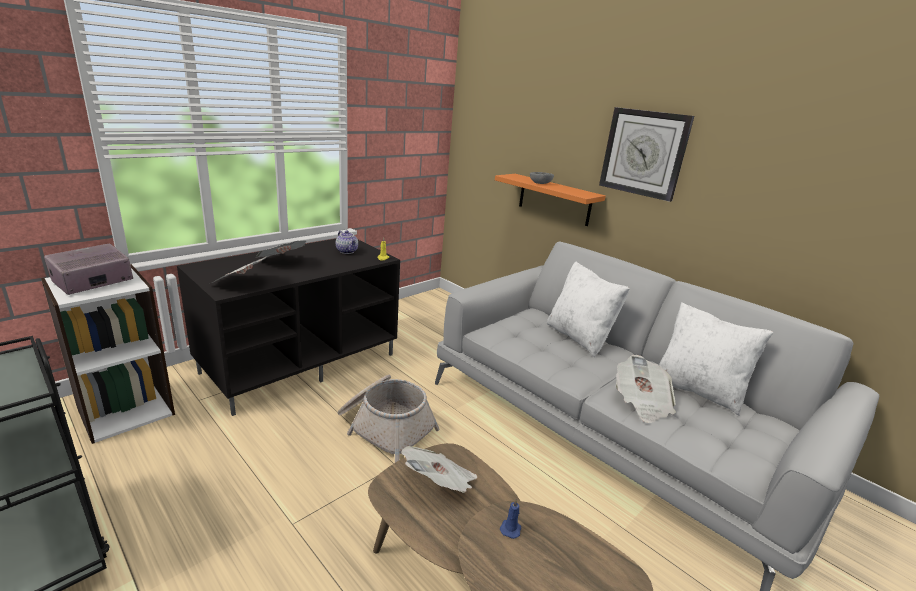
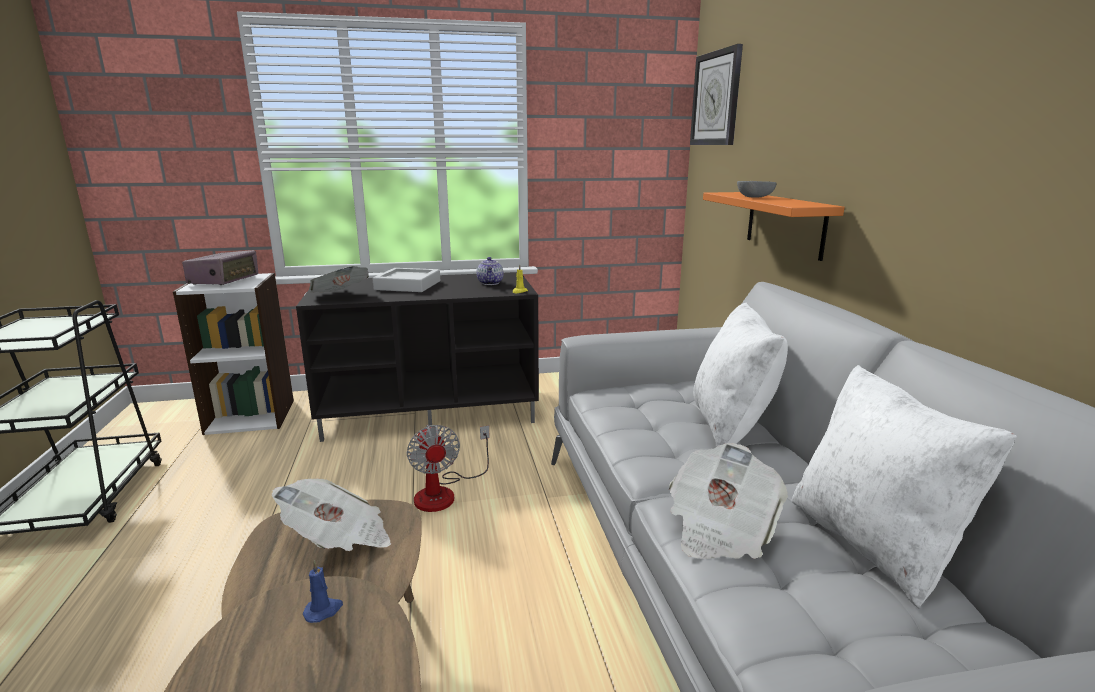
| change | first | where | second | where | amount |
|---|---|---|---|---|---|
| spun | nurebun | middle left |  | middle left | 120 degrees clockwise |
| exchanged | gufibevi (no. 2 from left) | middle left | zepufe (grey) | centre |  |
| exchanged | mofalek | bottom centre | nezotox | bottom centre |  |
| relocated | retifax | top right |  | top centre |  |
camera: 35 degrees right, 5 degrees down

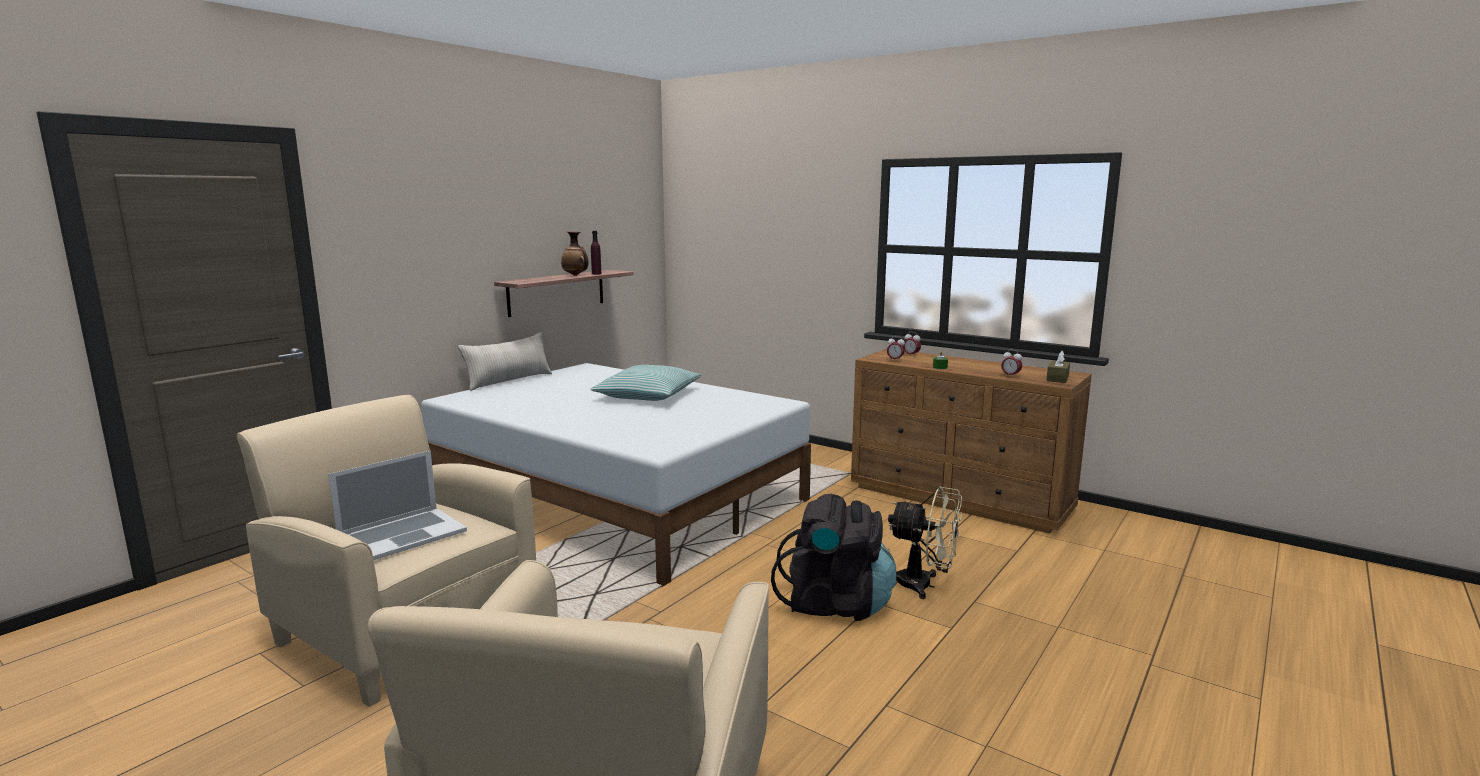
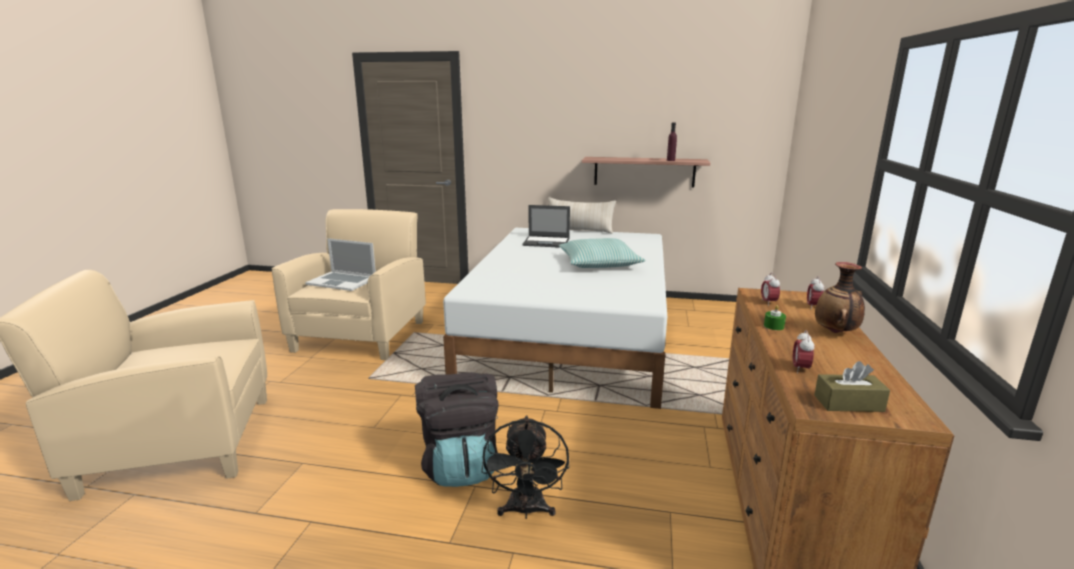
| change | first | where | second | where | amount |
|---|---|---|---|---|---|
| relocated | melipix | top centre |  | middle right |  |
| colour | nezotox (beige) | bottom centre | nezotox (black) | bottom centre |  |
| appeared |  |  | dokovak (no. 2 from left) | centre |  |
camera: 65 degrees right, 5 degrees up

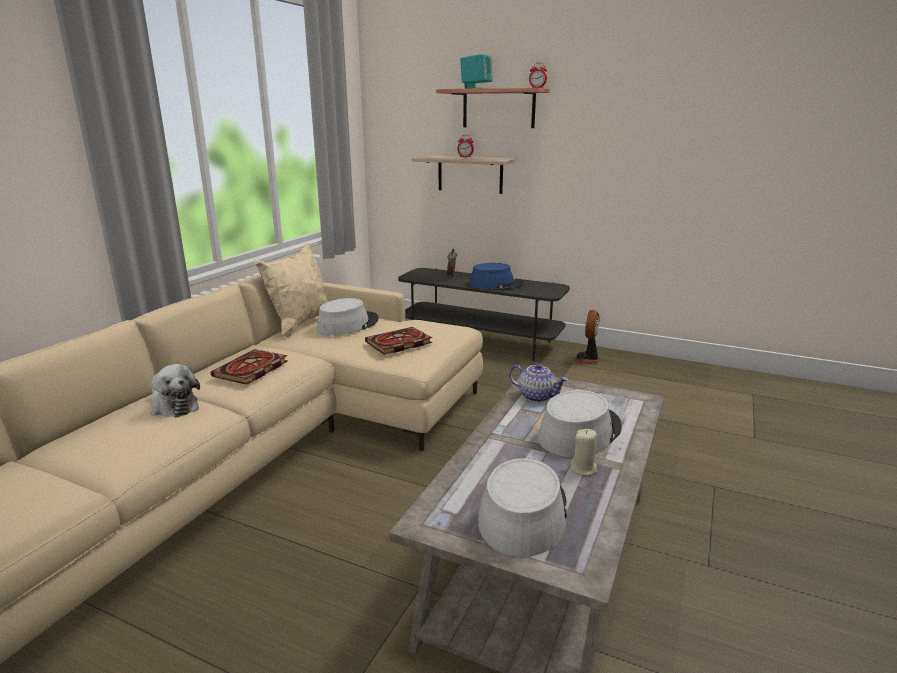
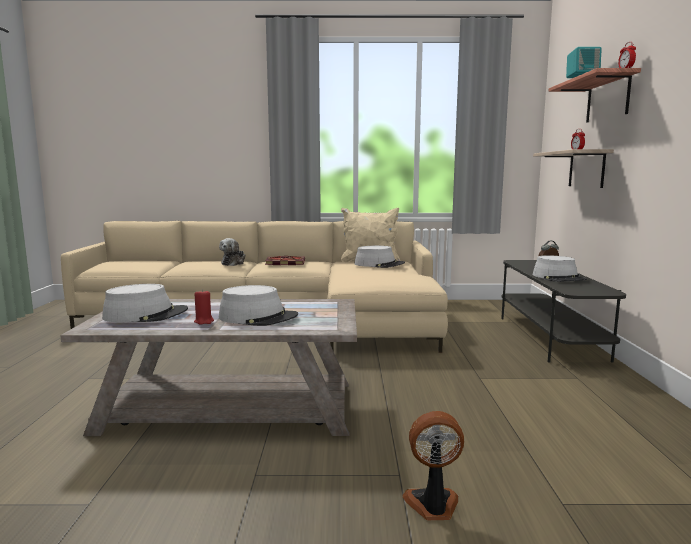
| change | first | where | second | where | amount |
|---|---|---|---|---|---|
| missing | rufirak (no. 2 from left) | centre |  |  |  |
| colour | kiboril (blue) | centre | kiboril (grey) (no. 4 from left) | middle right |  |
| missing | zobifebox | centre |  |  |  |
| colour | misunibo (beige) | bottom centre | misunibo (red) | middle left |  |
| relocated | nezotox | centre |  | bottom centre |  |
camera: 65 degrees right, 10 degrees down

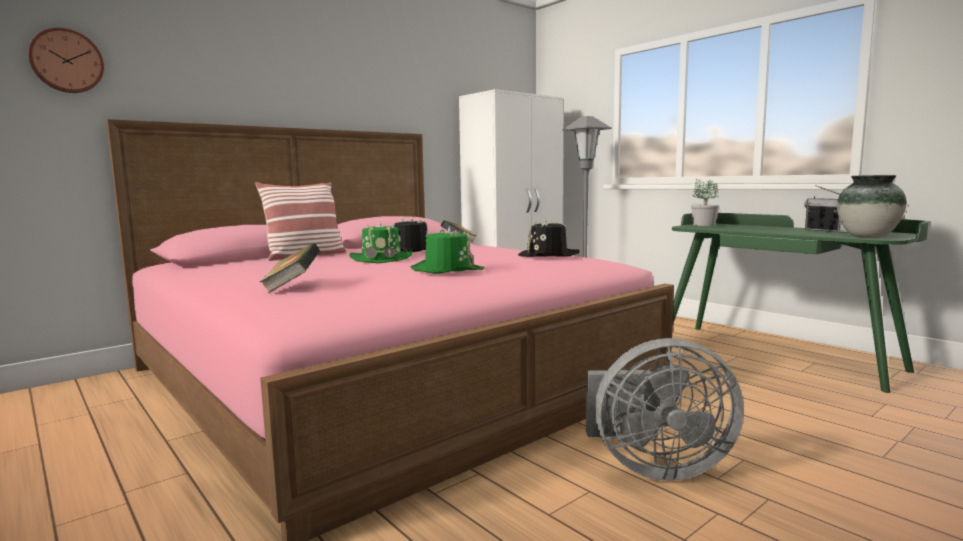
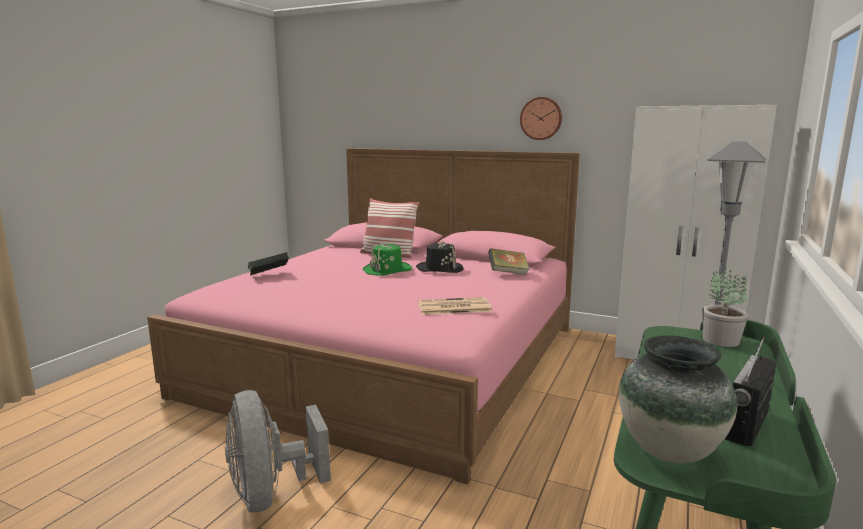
| change | first | where | second | where | amount |
|---|---|---|---|---|---|
| relocated | retifax | top left |  | top centre |  |
| missing | kiboril (green) (no. 2 from left) | centre |  |  |  |
| exchanged | kiboril (black) (no. 2 from left) | centre | gufibevi | centre |  |
camera: 65 degrees right, 5 degrees up

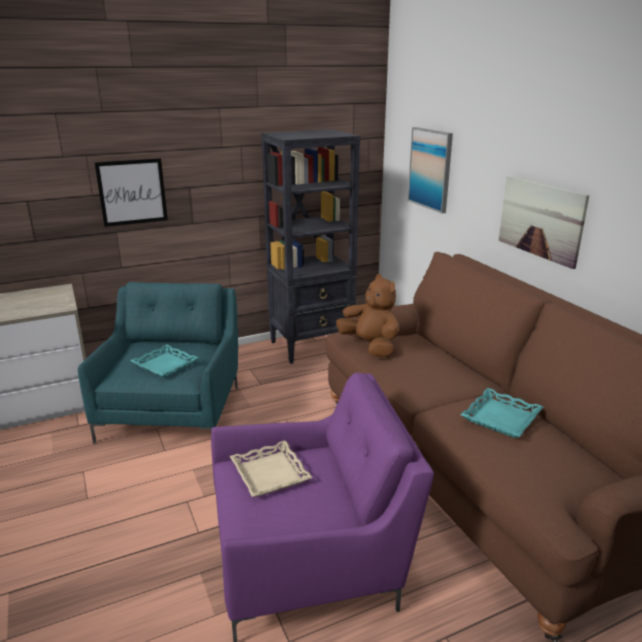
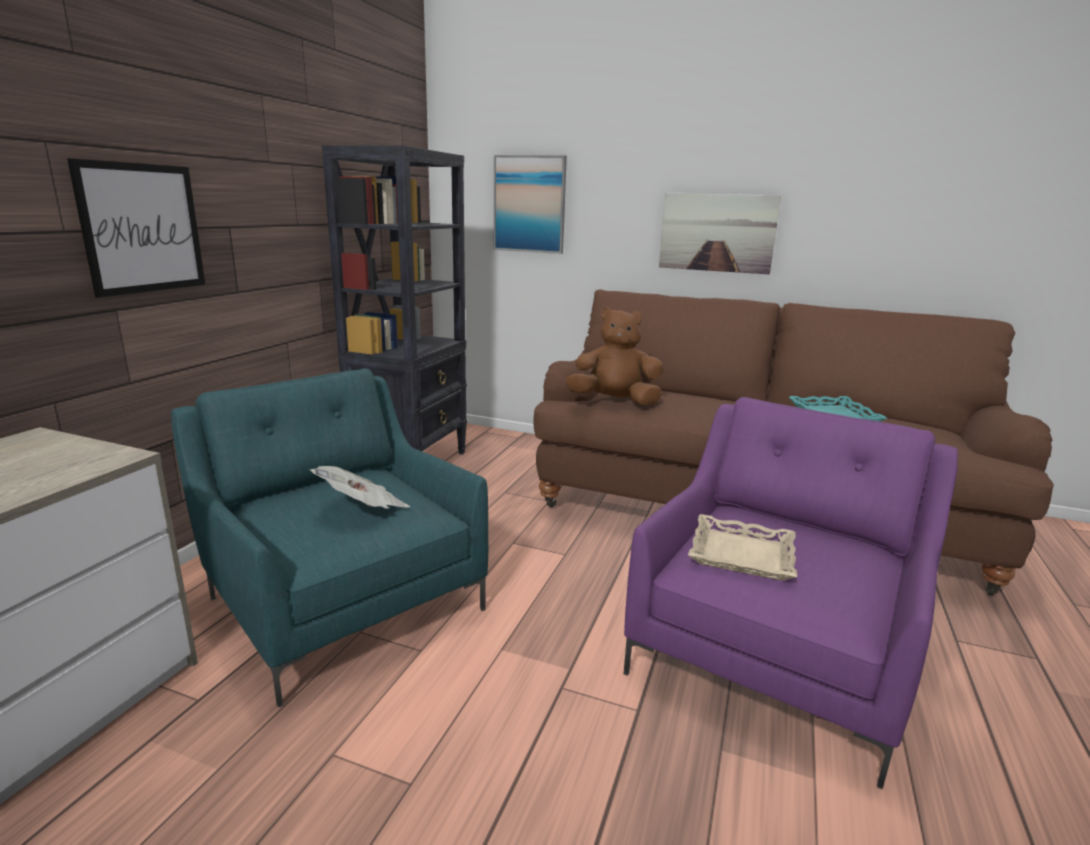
| change | first | where | second | where | amount |
|---|---|---|---|---|---|
| exchanged | zepufe (turquoise) (no. 1 from left) | middle left | gufibevi | middle left |  |
camera: 45 degrees left, 5 degrees down

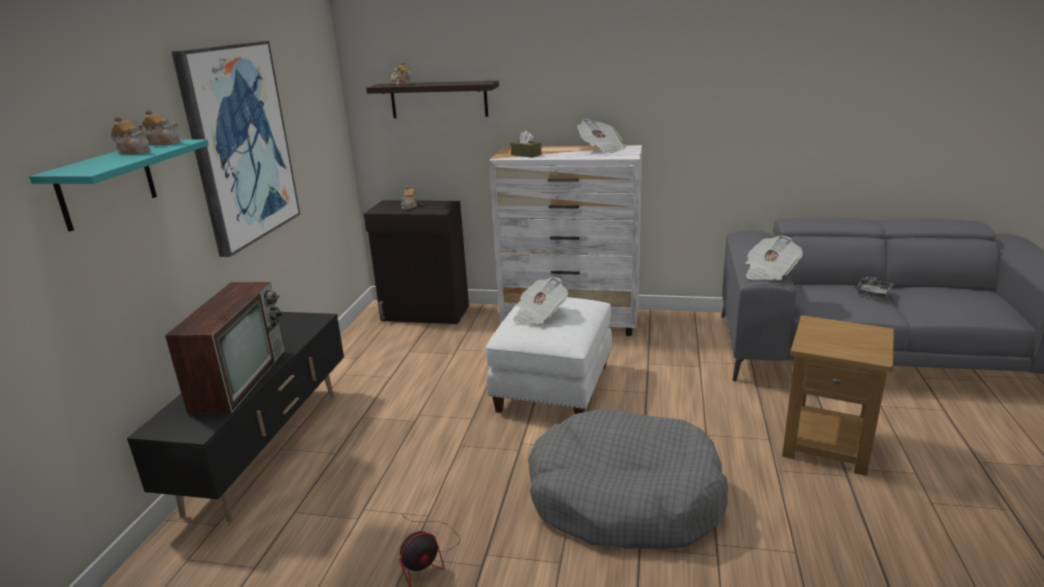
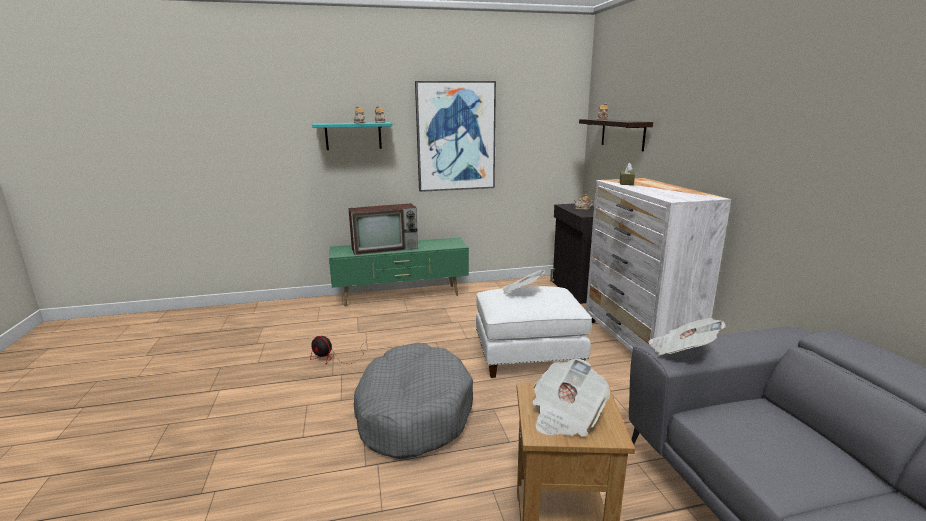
| change | first | where | second | where | amount |
|---|---|---|---|---|---|
| colour | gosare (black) | bottom left | gosare (green) | centre |  |
| relocated | gufibevi (no. 2 from left) | top centre |  | bottom centre |  |
| missing | zepufe (grey) | middle right |  |  |  |
camera: 65 degrees right, 5 degrees down

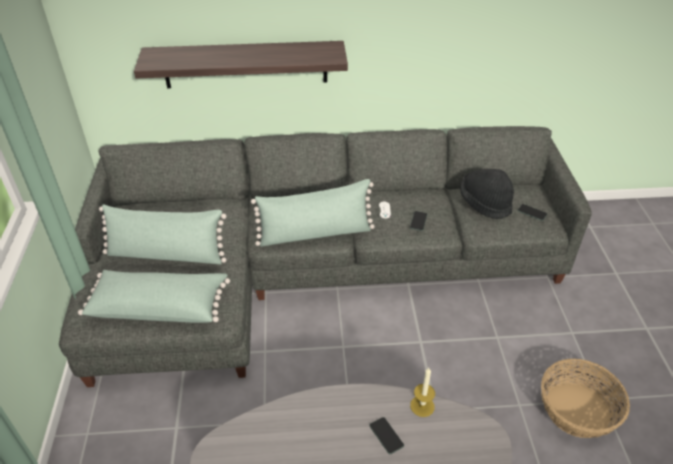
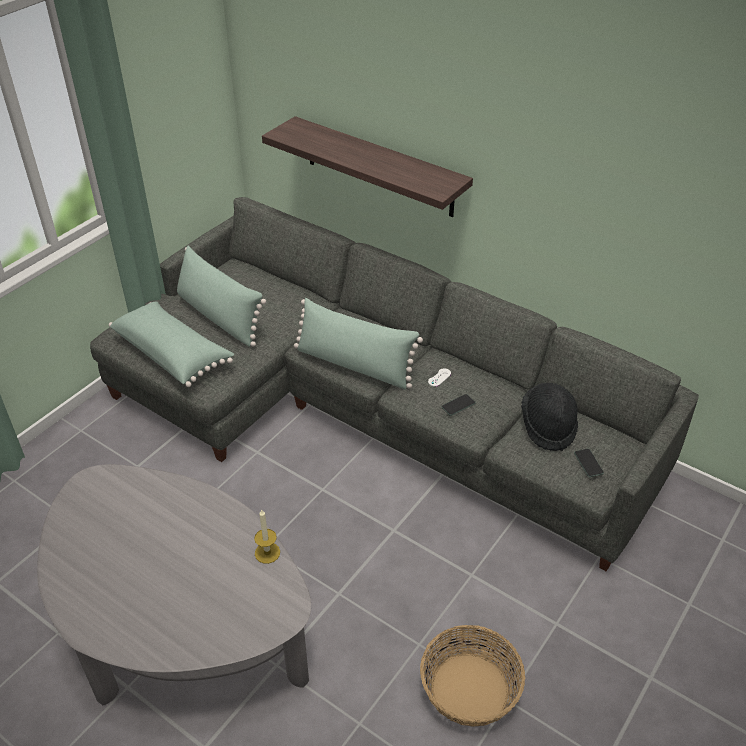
| change | first | where | second | where | amount |
|---|---|---|---|---|---|
| missing | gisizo (no. 1 from left) | bottom centre |  |  |  |
camera: 40 degrees right, 0 degrees up

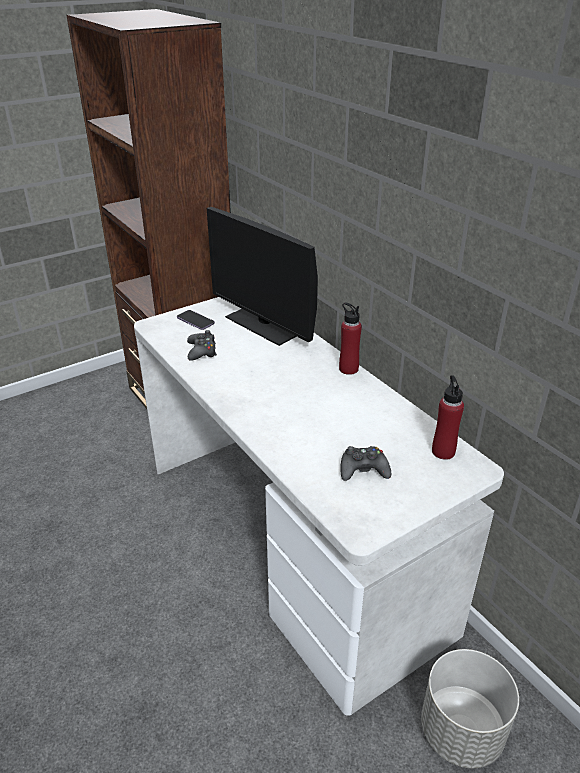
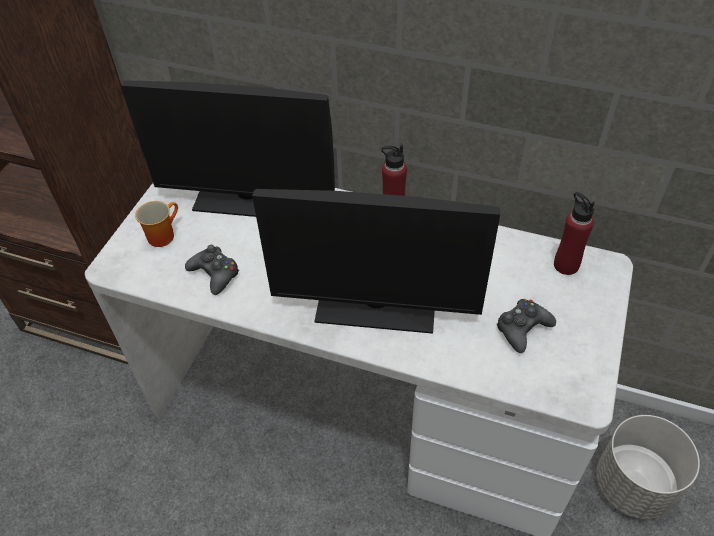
| change | first | where | second | where | amount |
|---|---|---|---|---|---|
| exchanged | gisizo | centre | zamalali | middle left |  |
| appeared |  |  | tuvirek (no. 2 from left) | centre |  |
camera: 35 degrees left, 15 degrees up

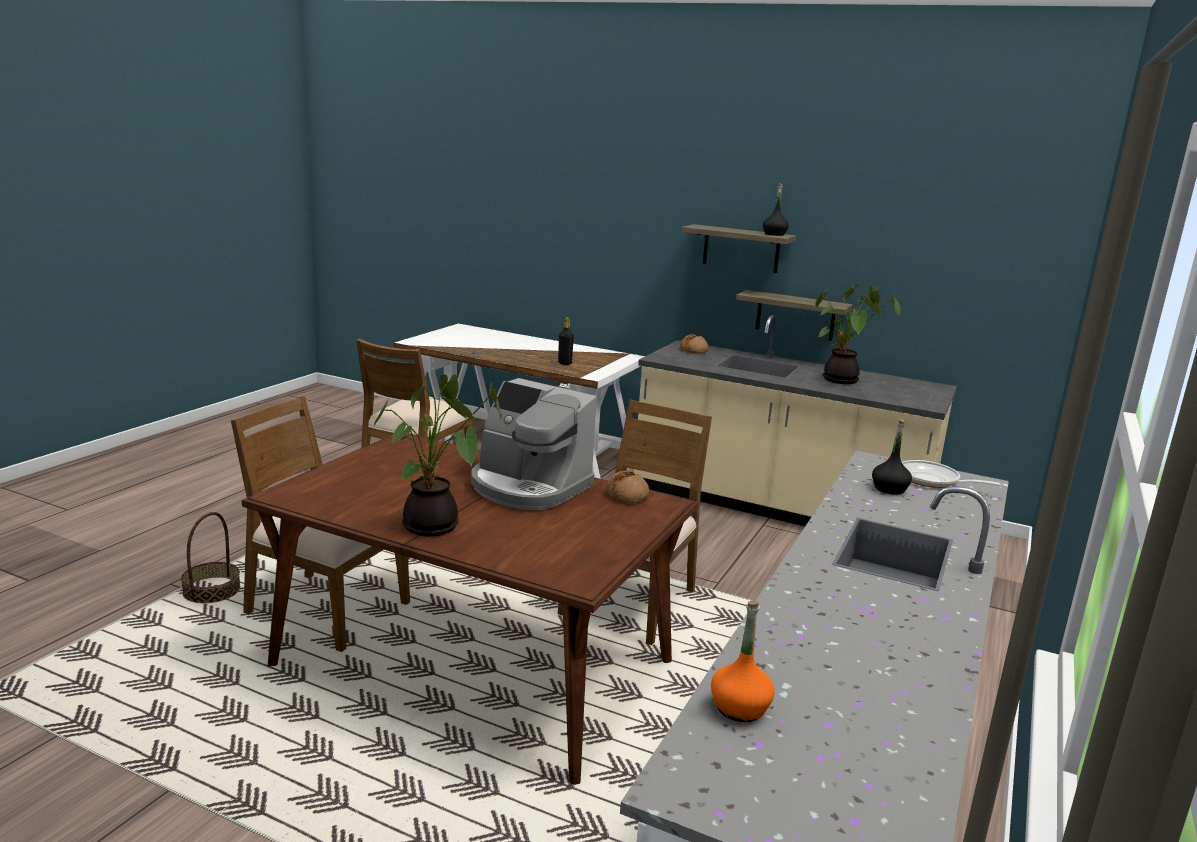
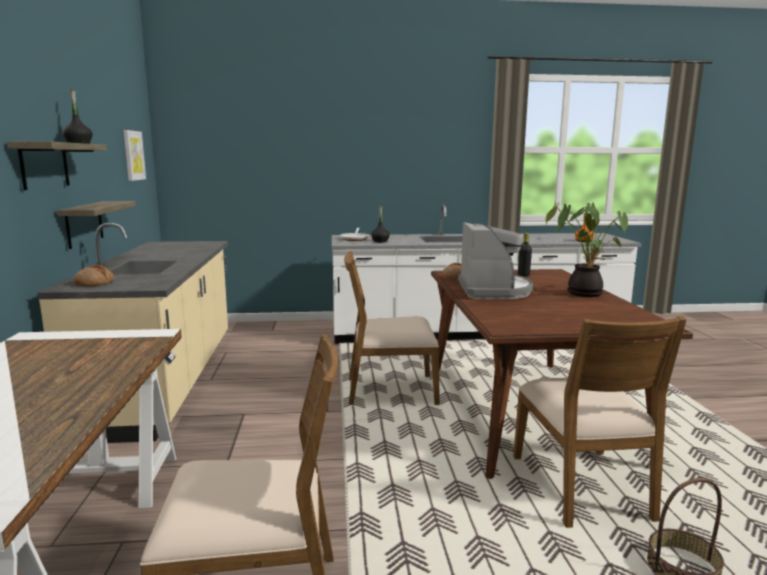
| change | first | where | second | where | amount |
|---|---|---|---|---|---|
| relocated | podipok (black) (no. 1 from left in the first image) | centre | podipok (black) (no. 3 from left) | middle right |  |
| missing | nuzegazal (no. 2 from left) | middle right |  |  |  |
| appeared |  |  | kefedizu | top left |  |
camera: 120 degrees left, 5 degrees down

